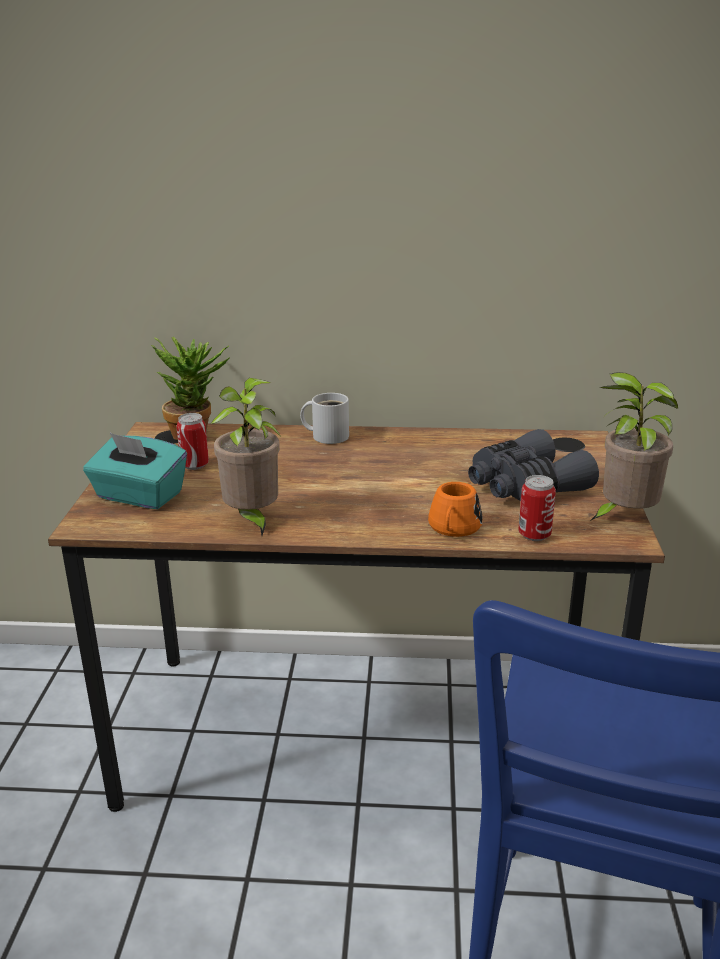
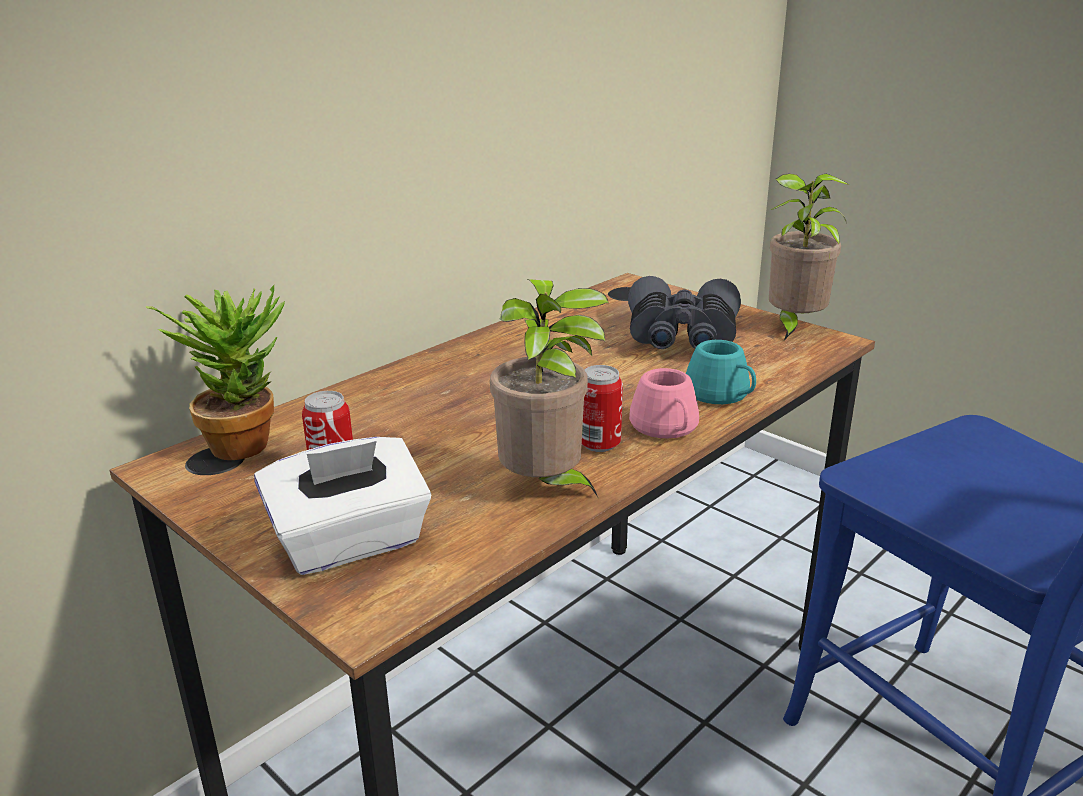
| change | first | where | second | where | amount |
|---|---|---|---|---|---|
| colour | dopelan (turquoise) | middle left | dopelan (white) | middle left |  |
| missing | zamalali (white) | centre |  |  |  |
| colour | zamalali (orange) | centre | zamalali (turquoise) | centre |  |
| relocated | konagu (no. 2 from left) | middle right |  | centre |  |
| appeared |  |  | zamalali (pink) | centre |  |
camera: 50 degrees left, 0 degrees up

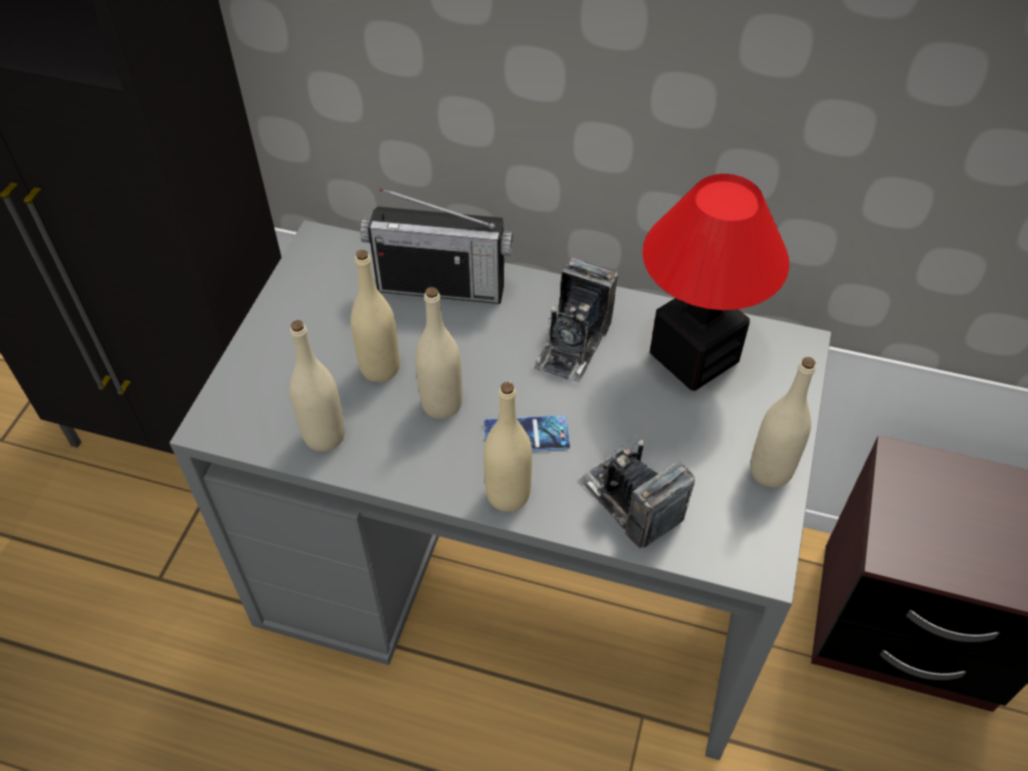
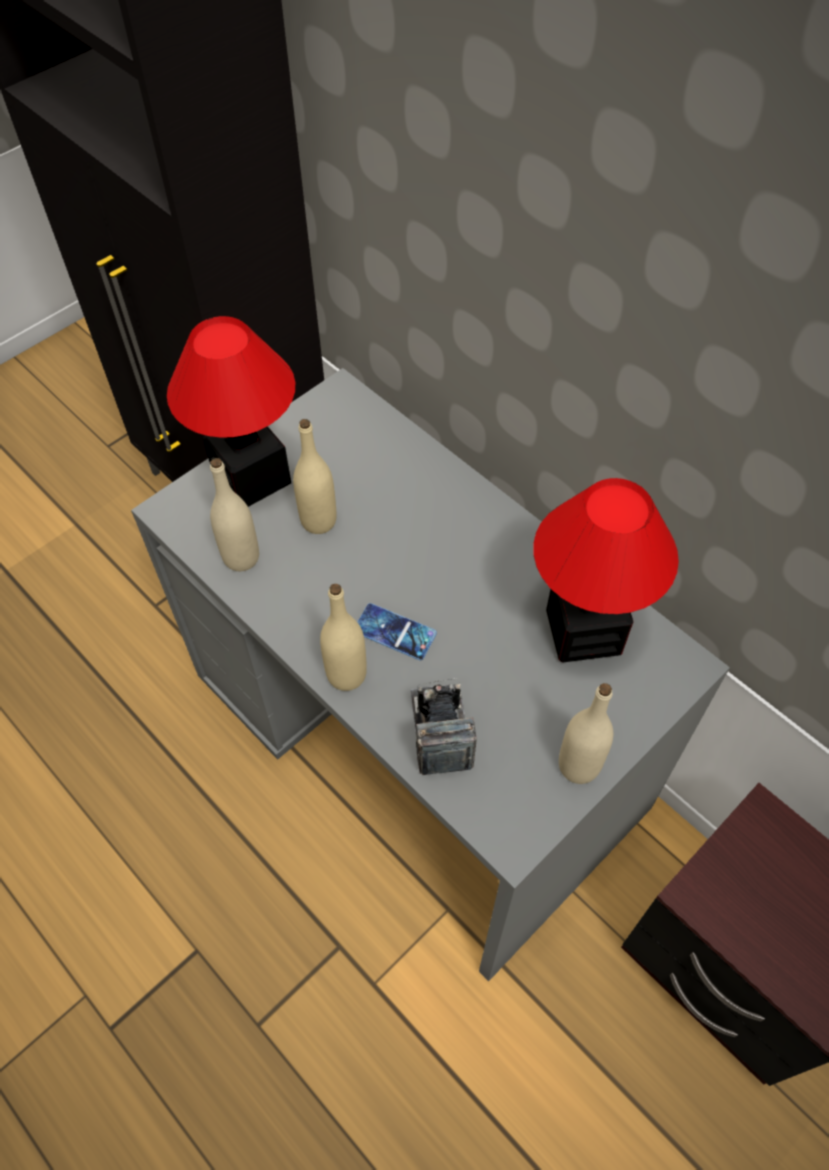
| change | first | where | second | where | amount |
|---|---|---|---|---|---|
| missing | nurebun | top centre |  |  |  |
| missing | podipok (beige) (no. 3 from left) | centre |  |  |  |
| missing | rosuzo (no. 1 from left) | centre |  |  |  |
| appeared |  |  | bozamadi (no. 1 from left) | middle left |  |
camera: 30 degrees right, 5 degrees up

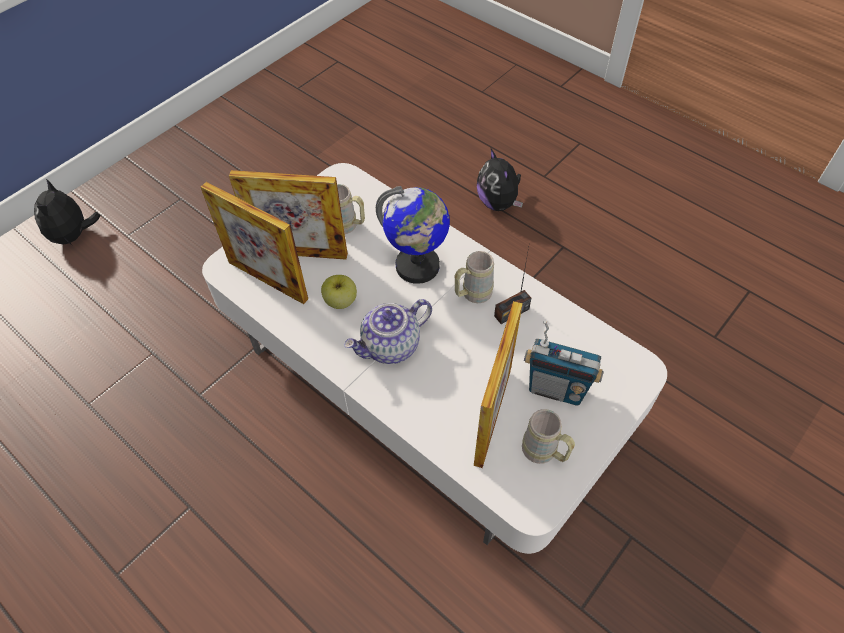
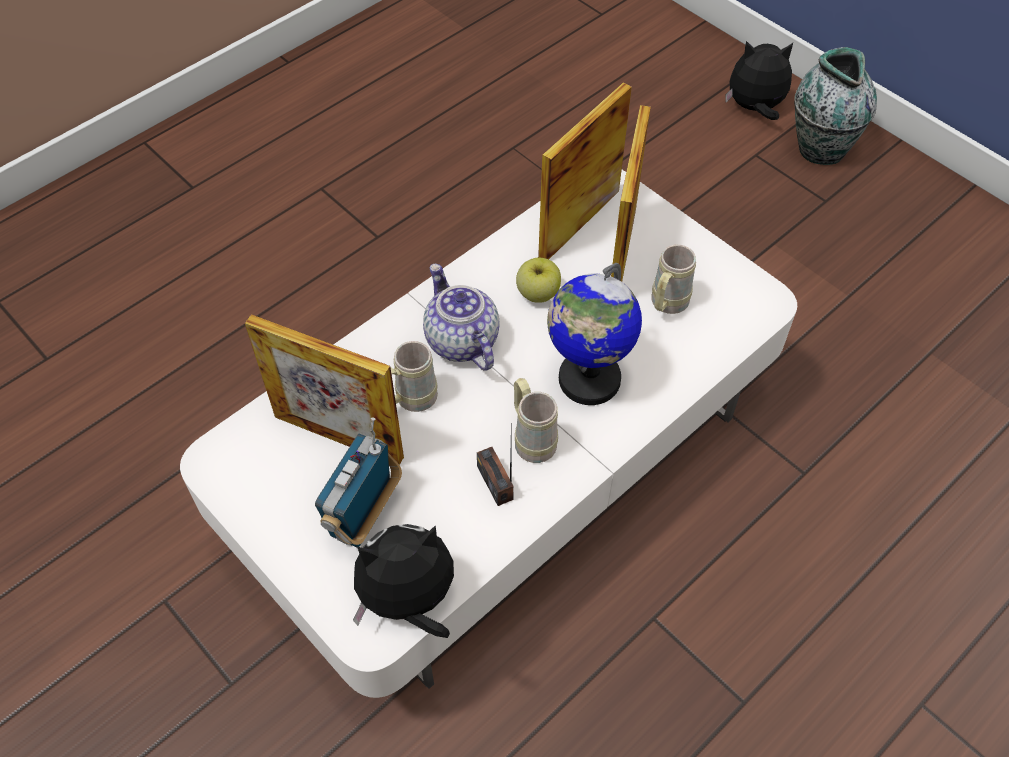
| change | first | where | second | where | amount |
|---|---|---|---|---|---|
| relocated | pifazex (no. 2 from left in the first image) | top centre | pifazex (no. 1 from left) | bottom centre |  |
| relocated | zamalali (beige) (no. 3 from left in the first image) | bottom centre | zamalali (beige) (no. 1 from left) | centre |  |
| appeared |  |  | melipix | top right |  |
camera: 95 degrees right, 0 degrees up

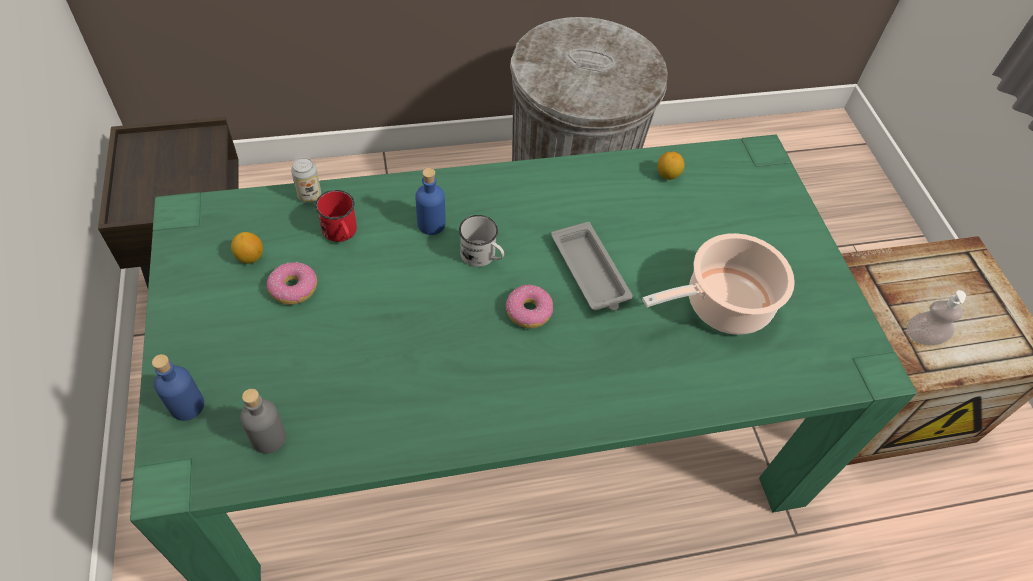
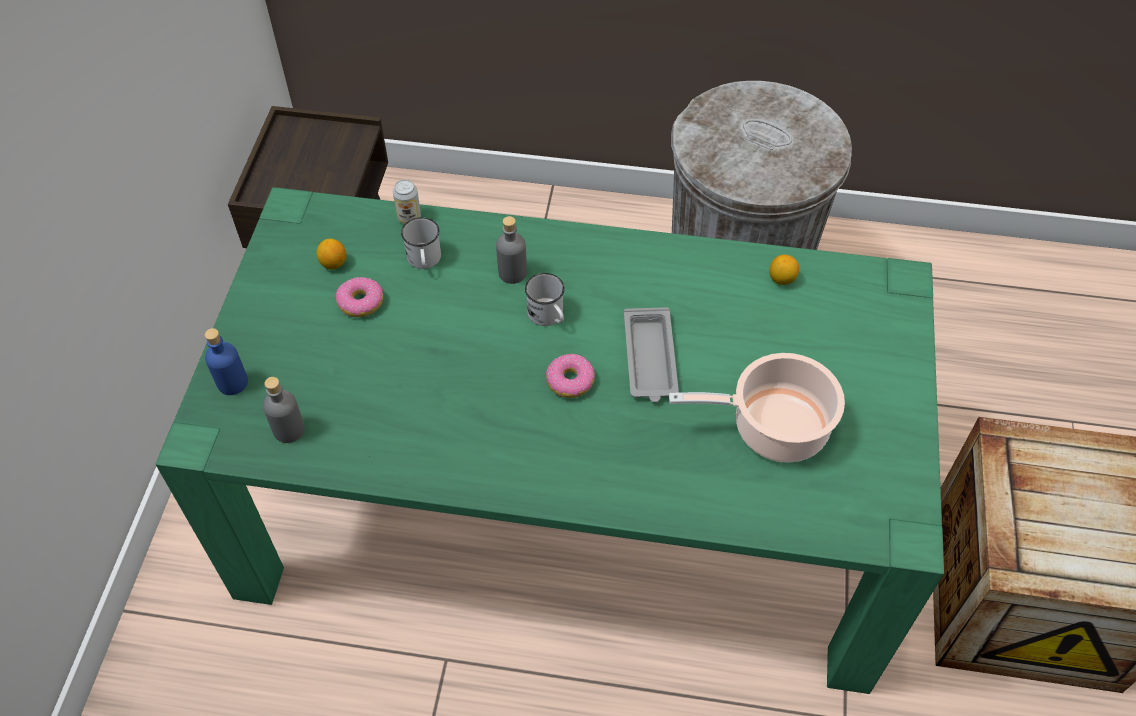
| change | first | where | second | where | amount |
|---|---|---|---|---|---|
| colour | zamalali (red) | middle left | zamalali (white) (no. 1 from left) | centre |  |
| colour | podipok (blue) (no. 2 from left) | centre | podipok (grey) (no. 2 from left) | centre |  |
| missing | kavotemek | middle right |  |  |  |
camera: 25 degrees right, 0 degrees up

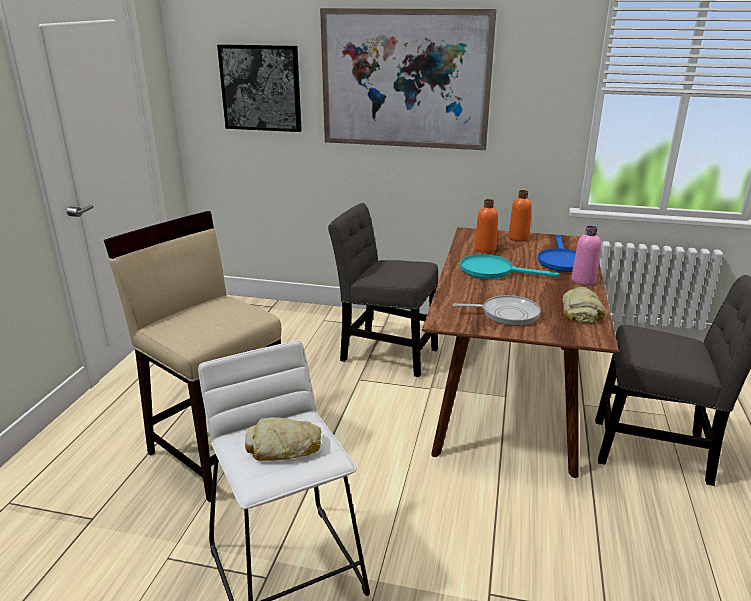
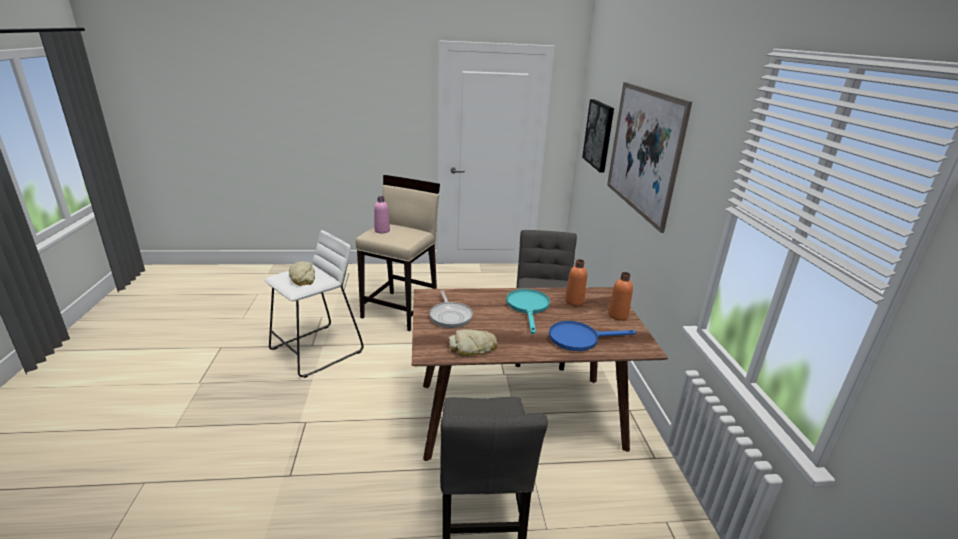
| change | first | where | second | where | amount |
|---|---|---|---|---|---|
| relocated | podipok (pink) | middle right |  | centre |  |
camera: 70 degrees right, 0 degrees up

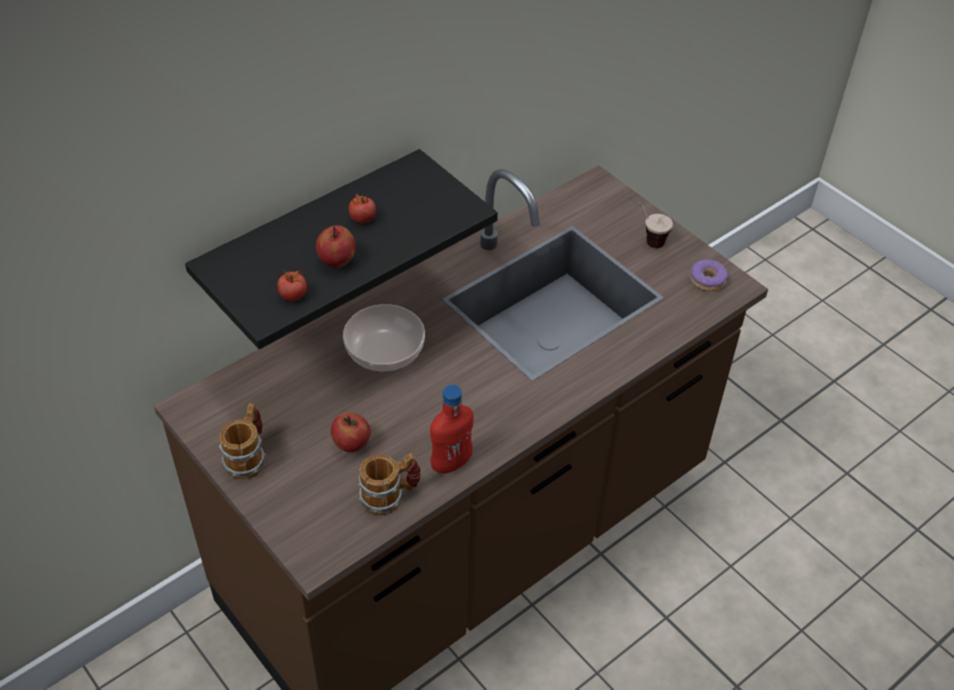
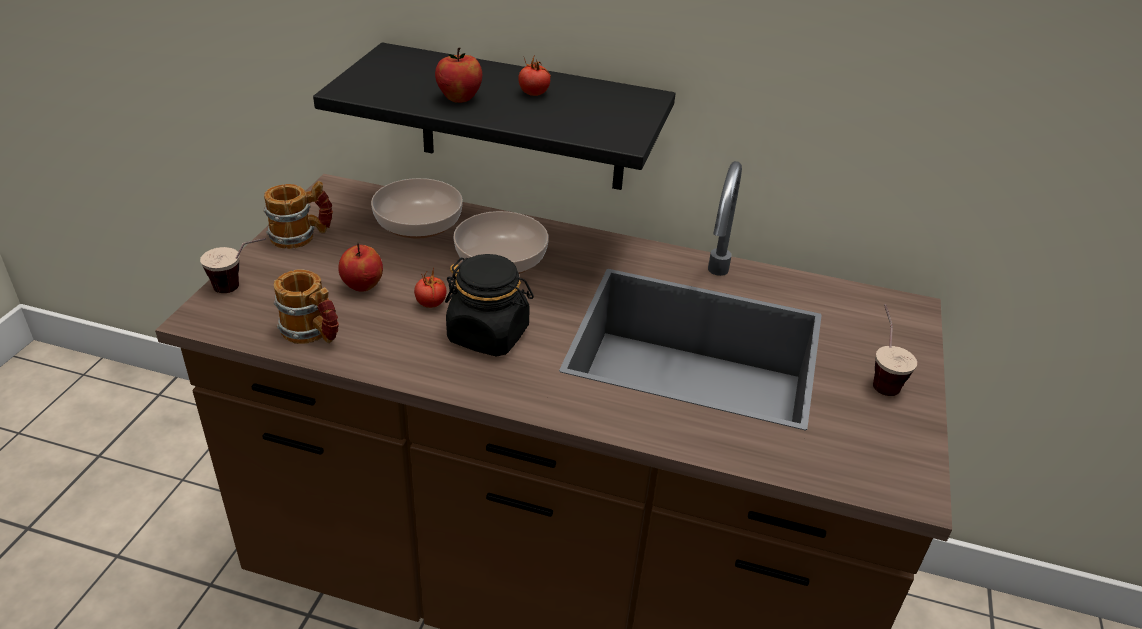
| change | first | where | second | where | amount |
|---|---|---|---|---|---|
| relocated | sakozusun (no. 1 from left) | middle left |  | centre |  |
| missing | podipok (red) | centre |  |  |  |
| missing | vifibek | middle right |  |  |  |
| appeared |  |  | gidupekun (no. 1 from left) | middle left |  |
| appeared |  |  | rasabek (no. 1 from left) | top centre |  |
| appeared |  |  | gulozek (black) | centre |  |
camera: 55 degrees right, 10 degrees down

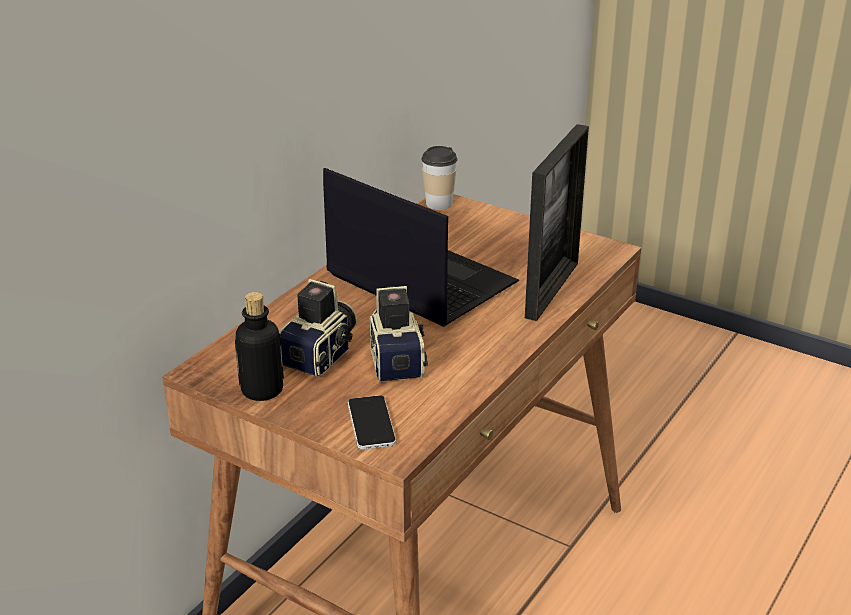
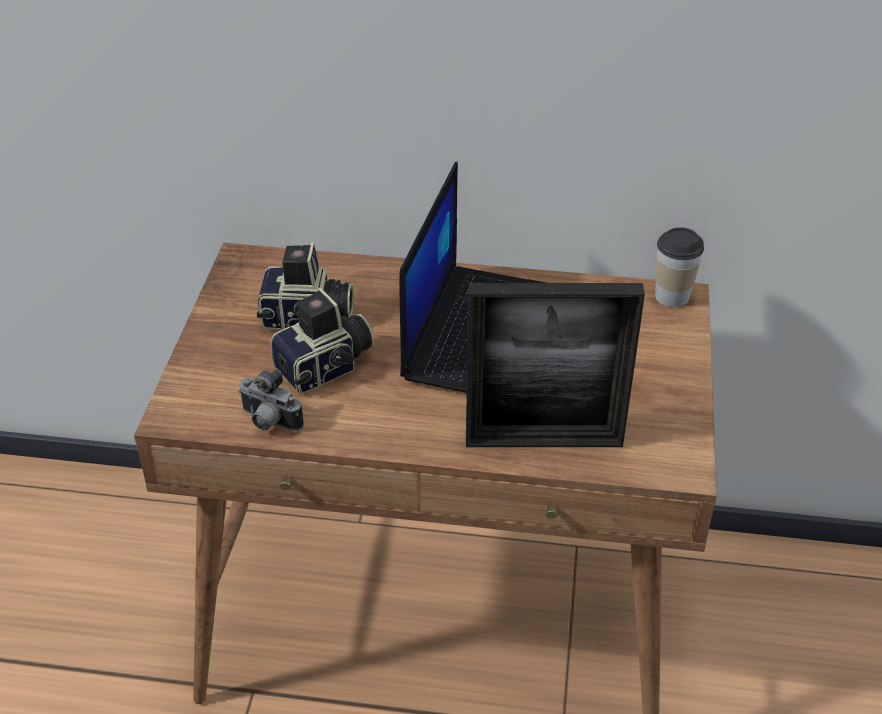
| change | first | where | second | where | amount |
|---|---|---|---|---|---|
| missing | podipok | middle left |  |  |  |
| missing | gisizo | bottom centre |  |  |  |
| appeared |  |  | rosuzo (no. 1 from left) | middle left |  |
camera: 65 degrees right, 10 degrees up

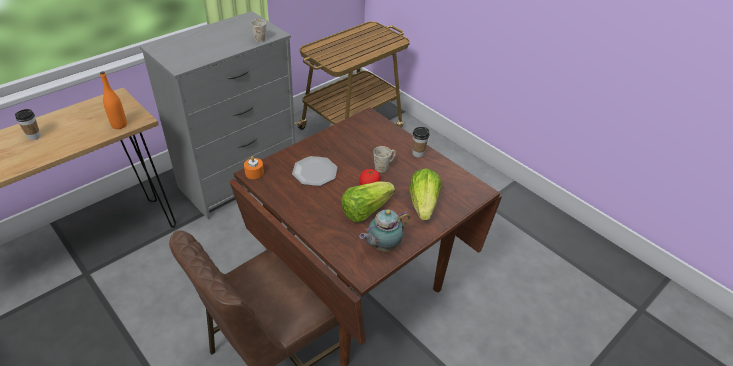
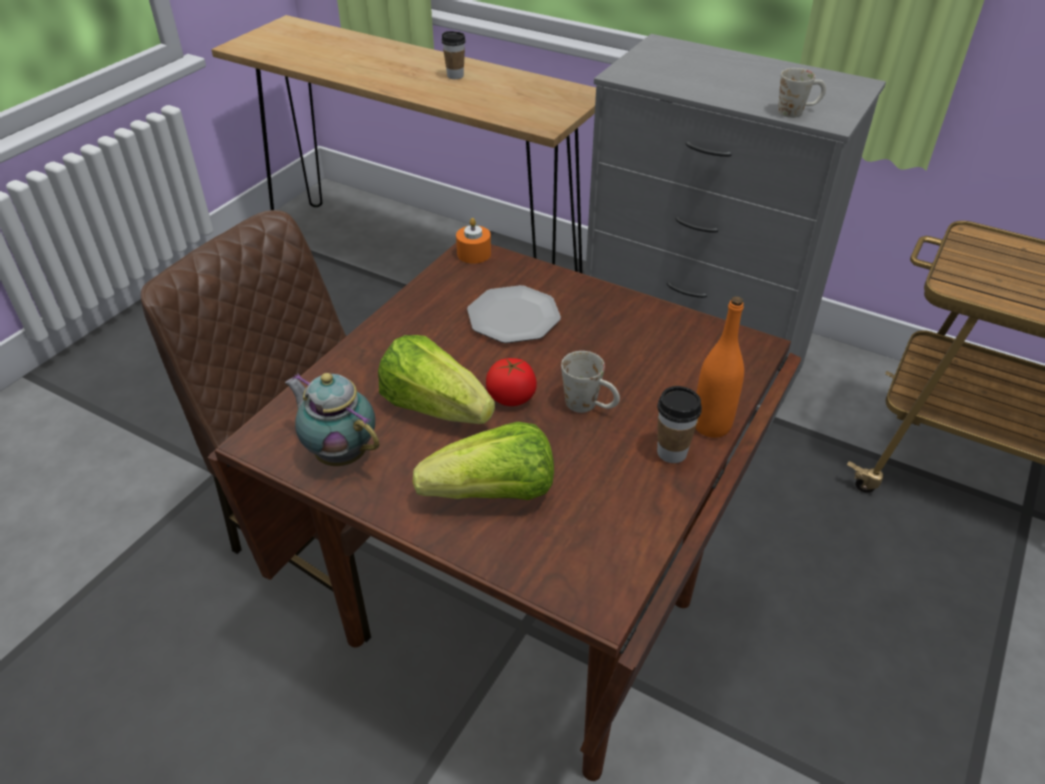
| change | first | where | second | where | amount |
|---|---|---|---|---|---|
| relocated | podipok (orange) | top left |  | middle right |  |
camera: 75 degrees right, 0 degrees up

